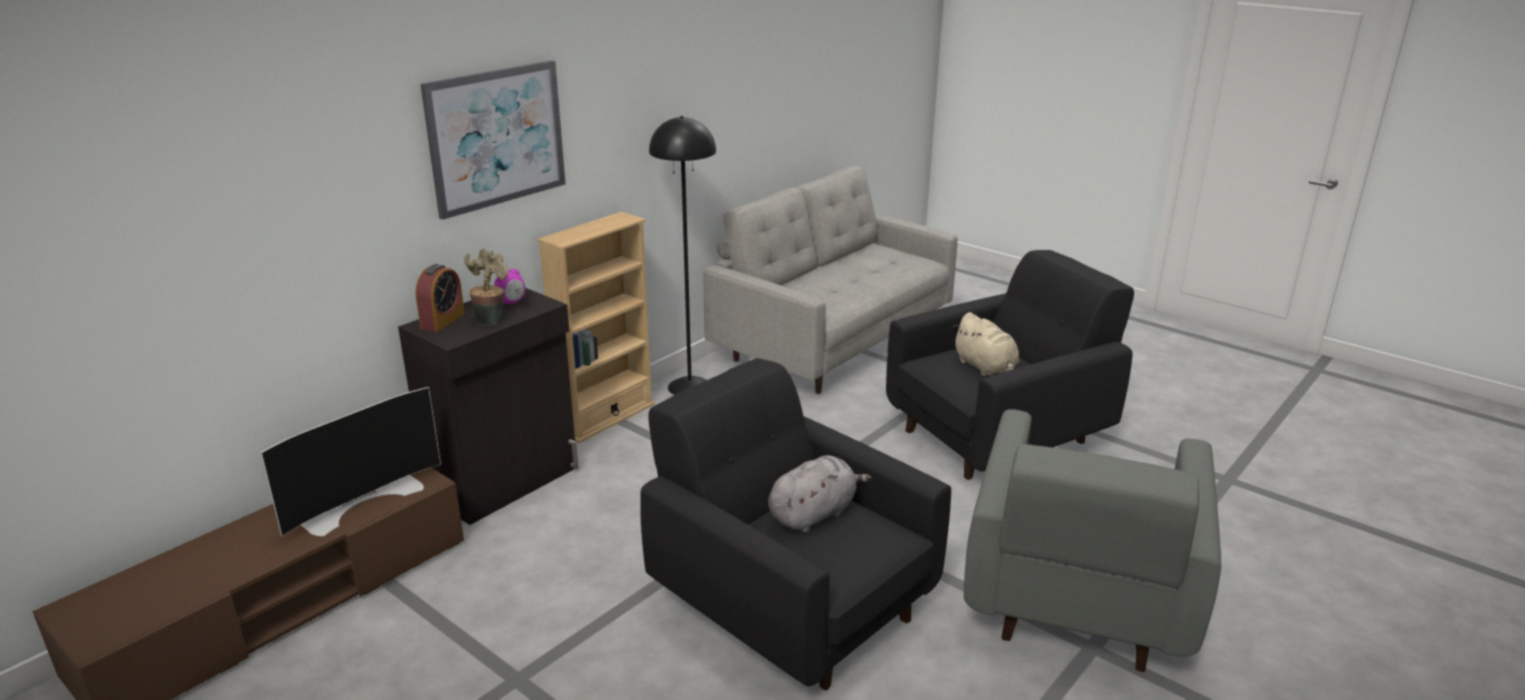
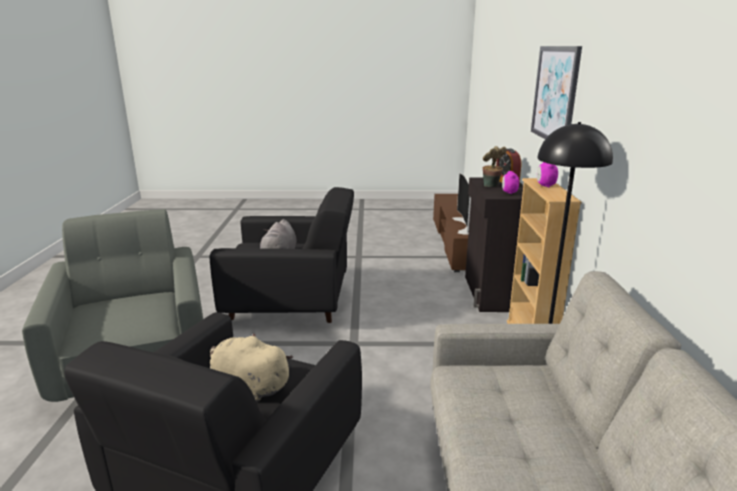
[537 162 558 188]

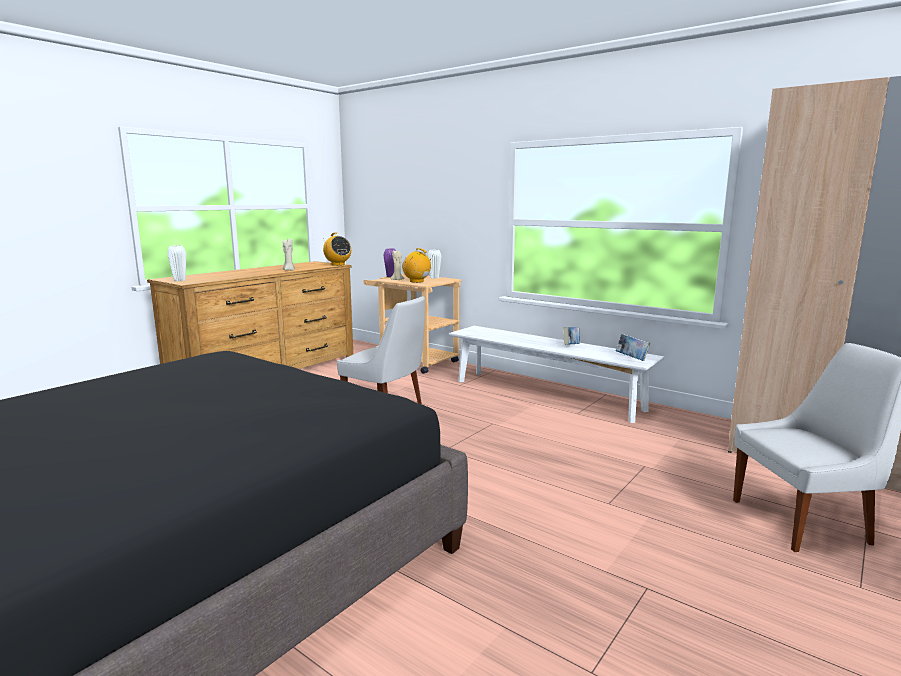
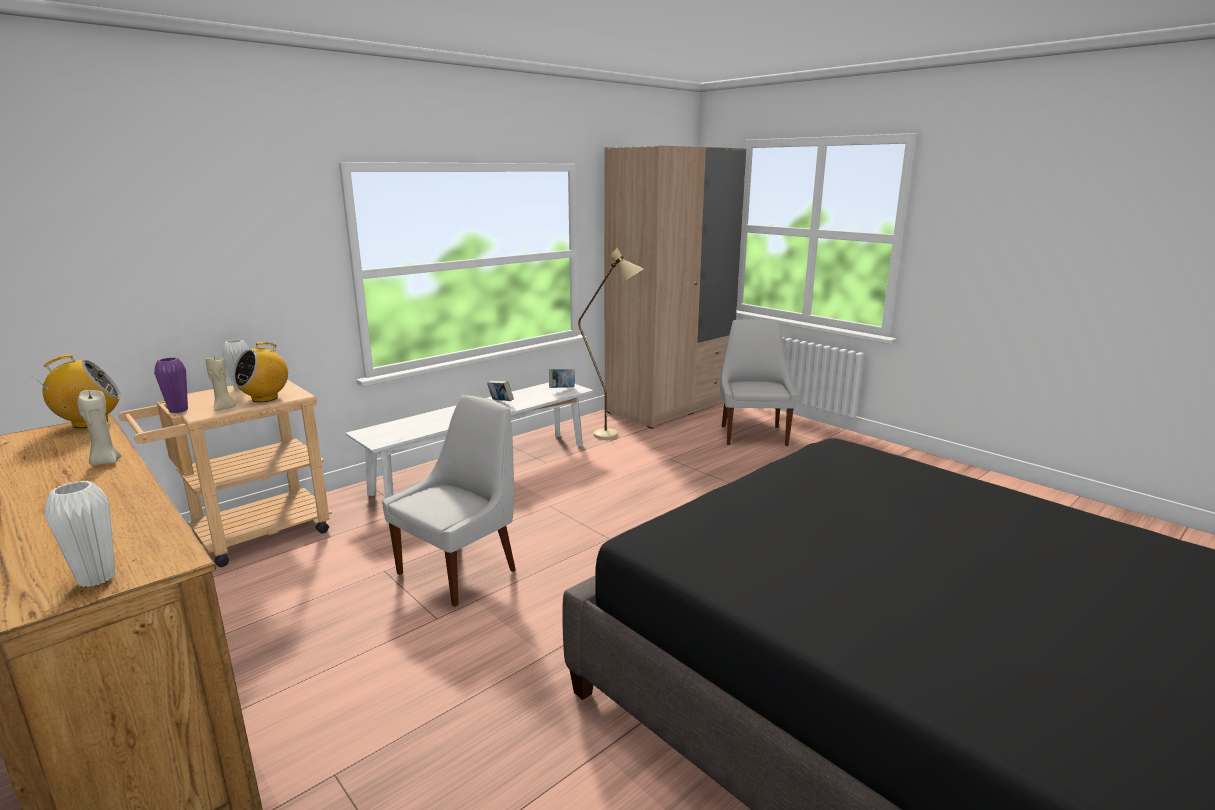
[578 248 644 440]

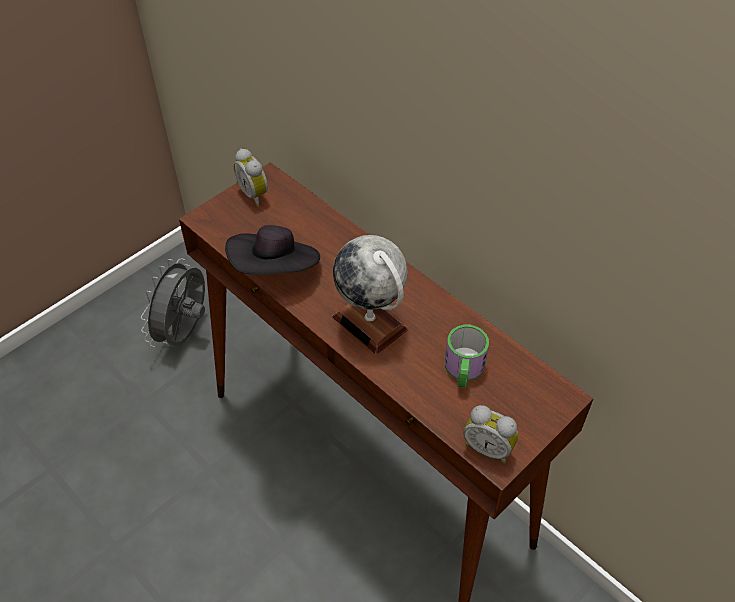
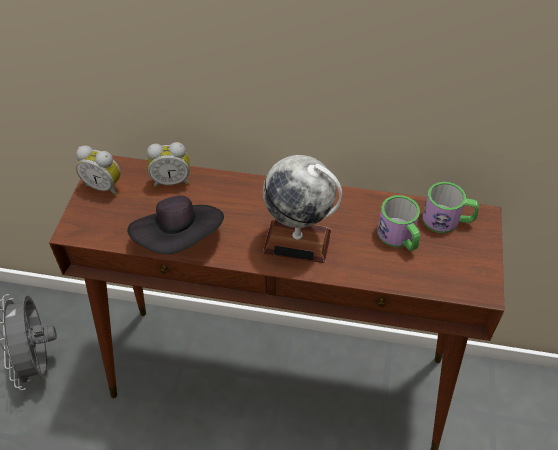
[147 142 190 187]
[422 182 479 233]

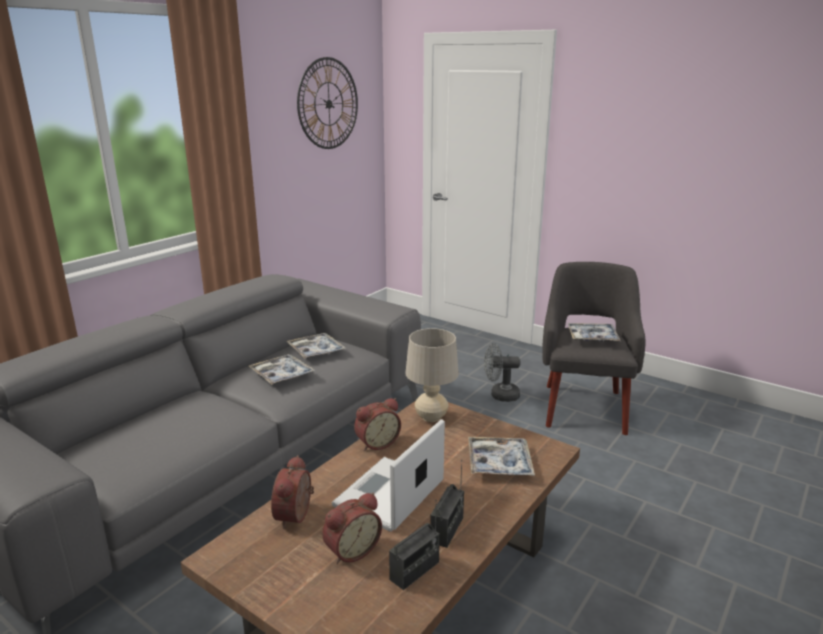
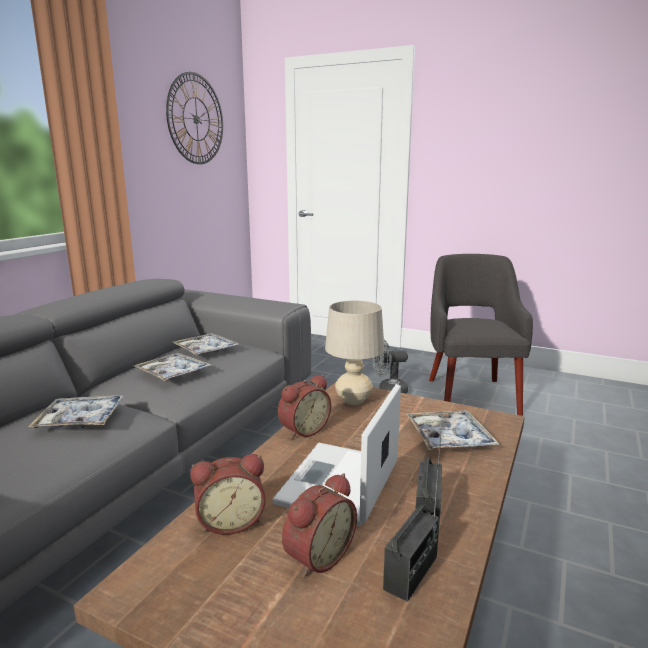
[28 395 124 428]
[190 454 265 535]

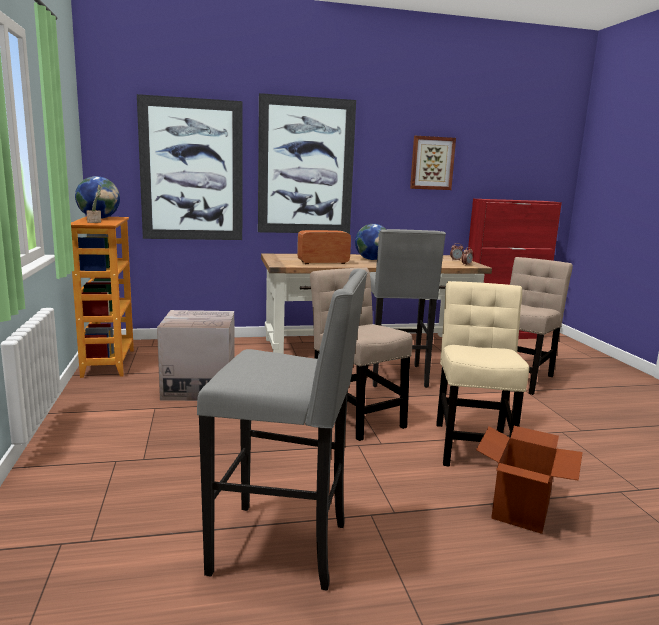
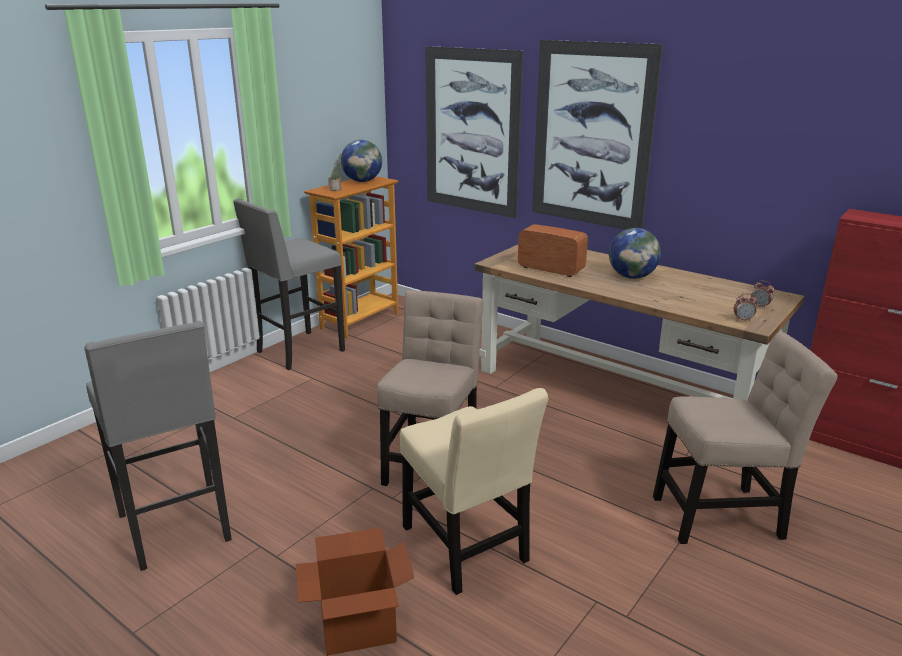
[410 136 456 190] (first image)
[233 199 345 370]
[400 388 548 595]
[157 310 234 401] (first image)

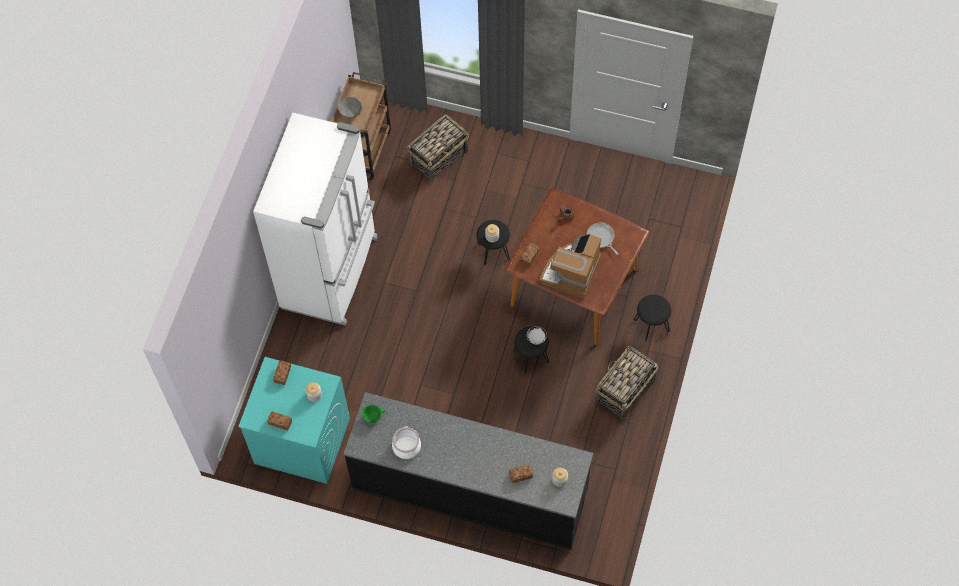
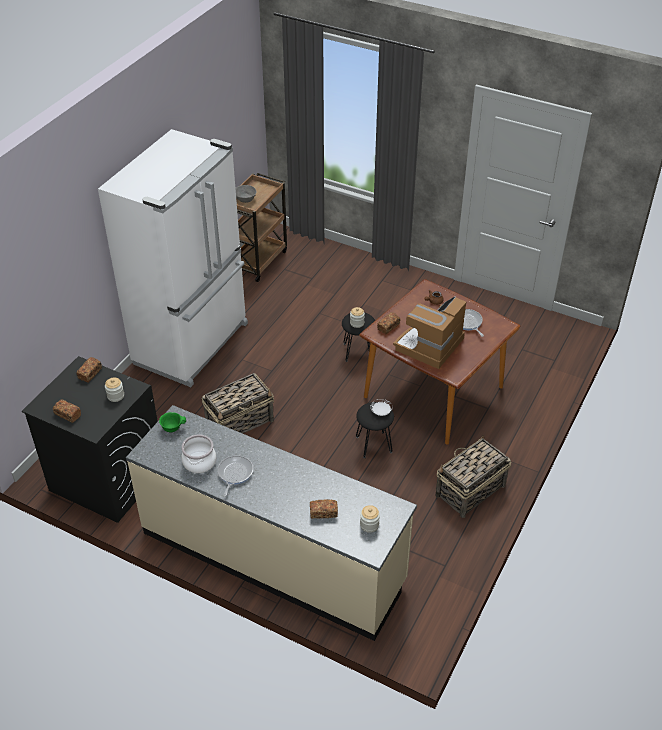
[202 373 274 434]
[633 295 671 342] (first image)
[22 356 158 523]
[126 405 417 641]
[218 455 253 496]

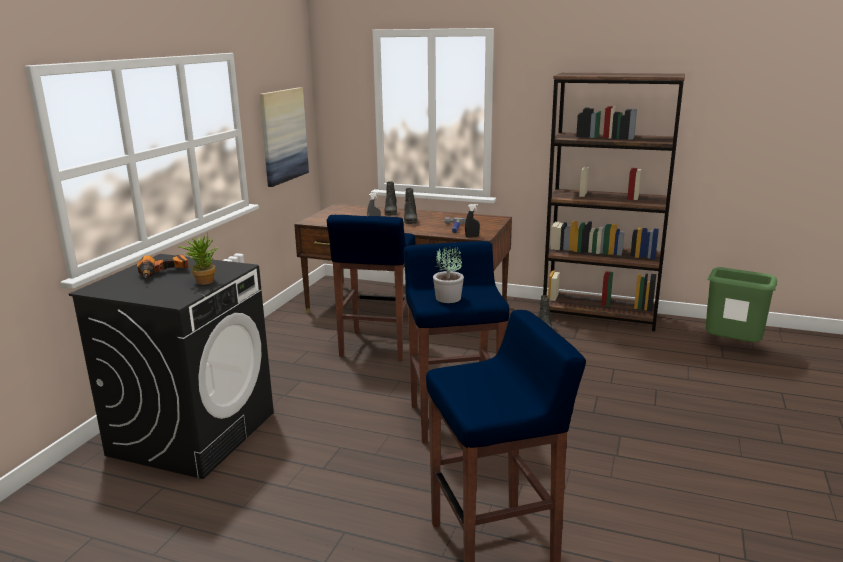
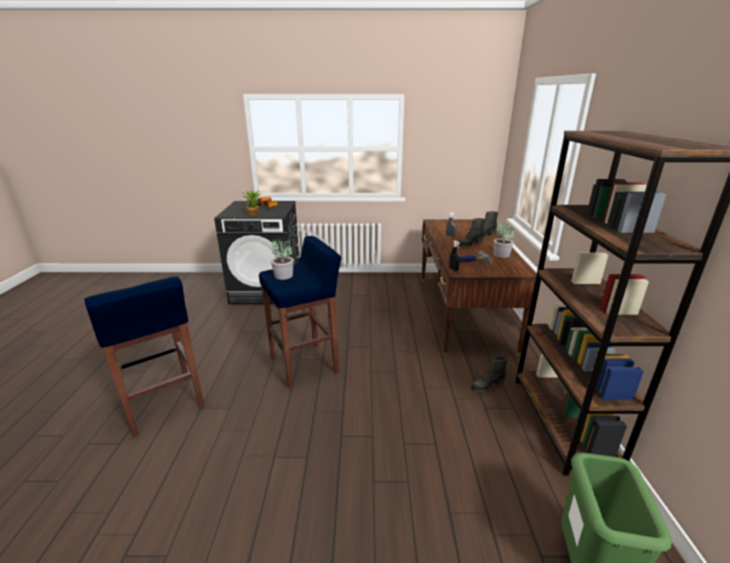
[259 87 309 187] (first image)
[327 215 415 361] (first image)
[494 222 514 258]

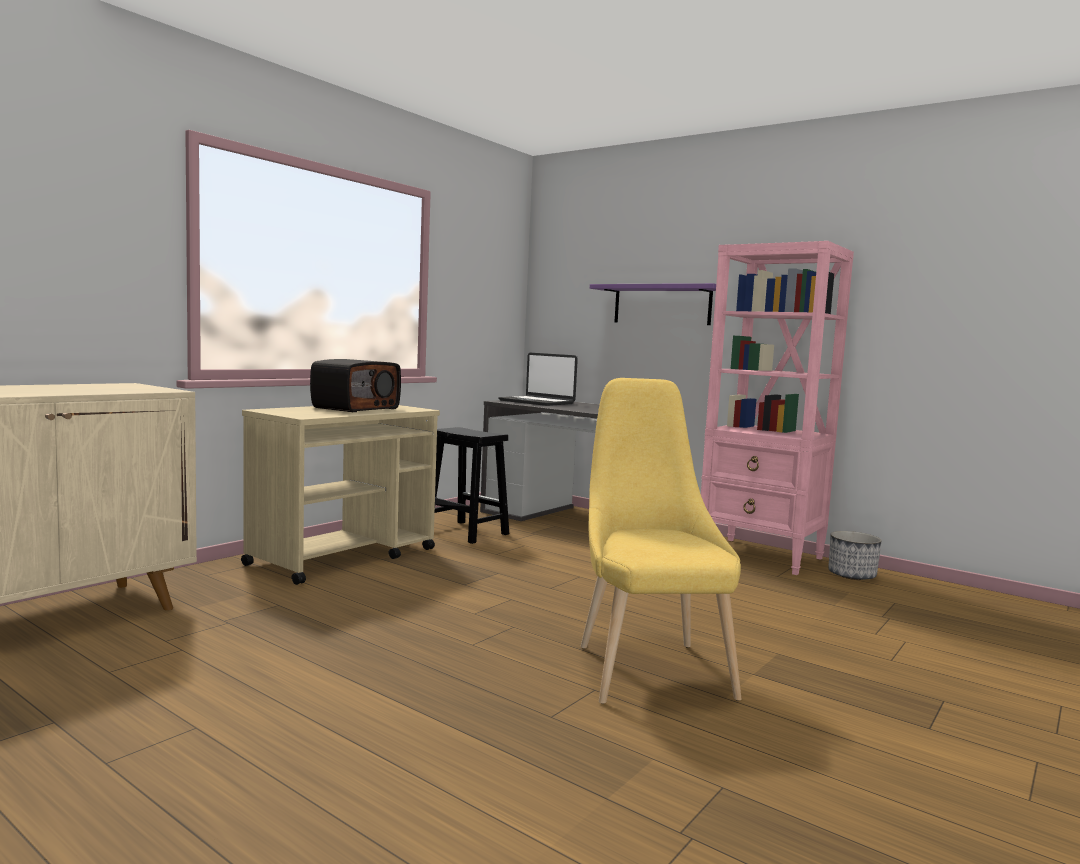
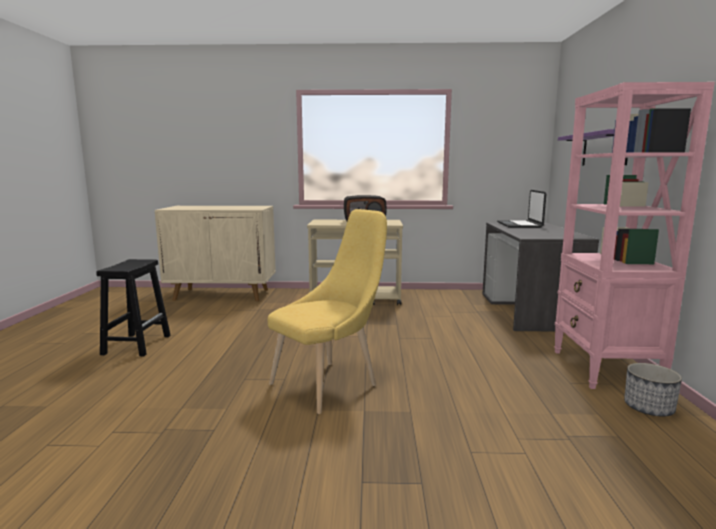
[96 259 171 356]

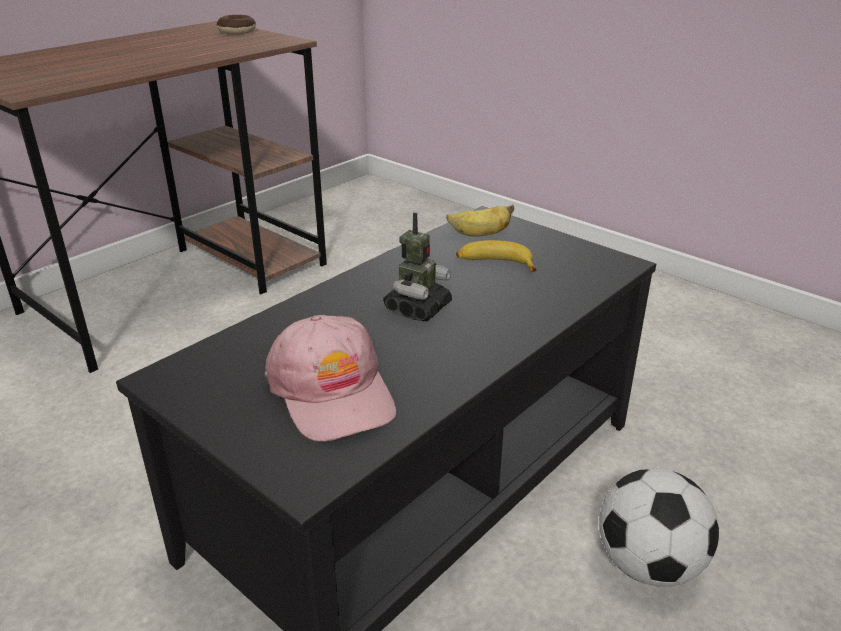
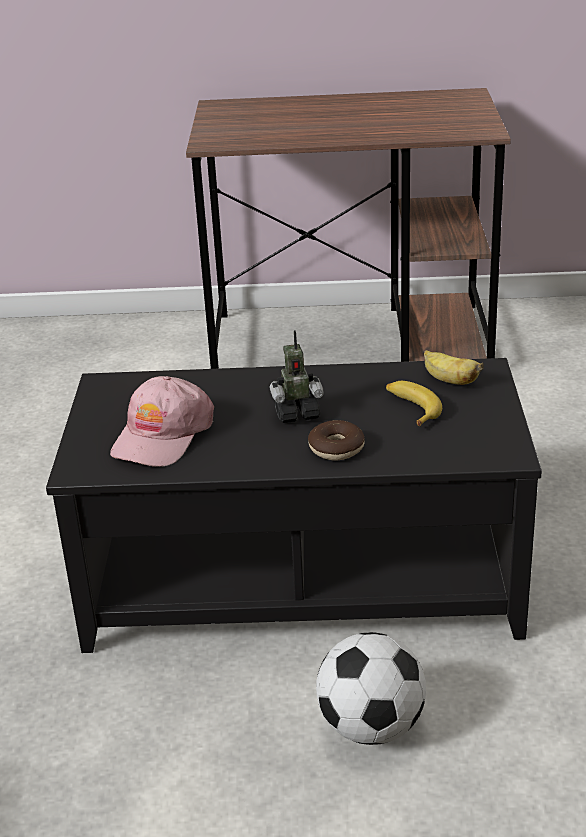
[308 420 365 461]

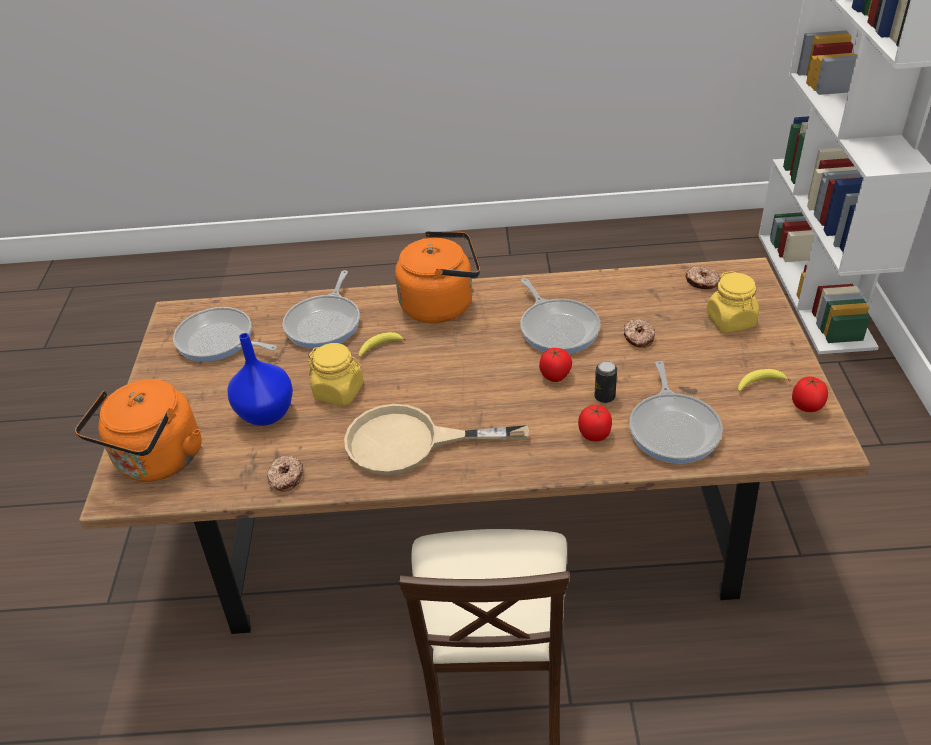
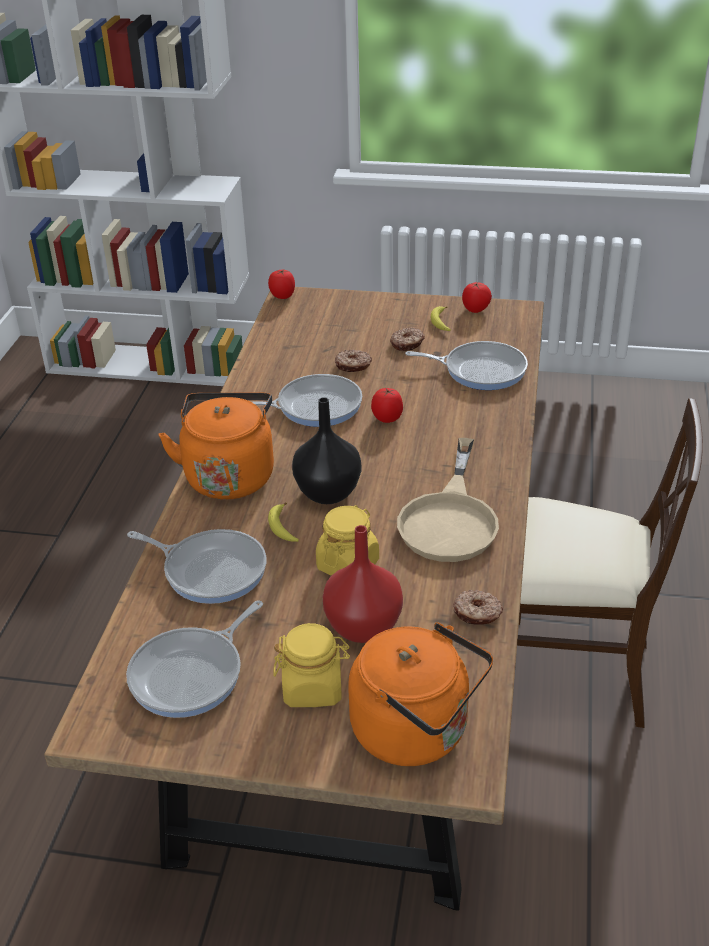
[390 328 425 351]
[273 623 350 707]
[323 525 403 643]
[594 361 617 403] (first image)
[268 269 295 299]
[292 397 361 504]

